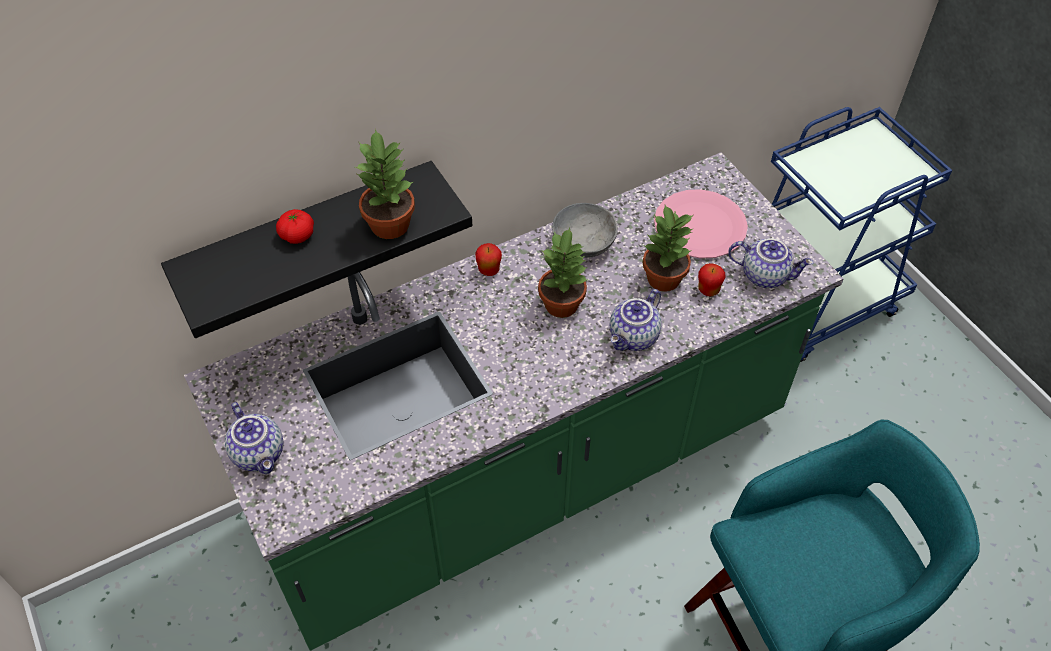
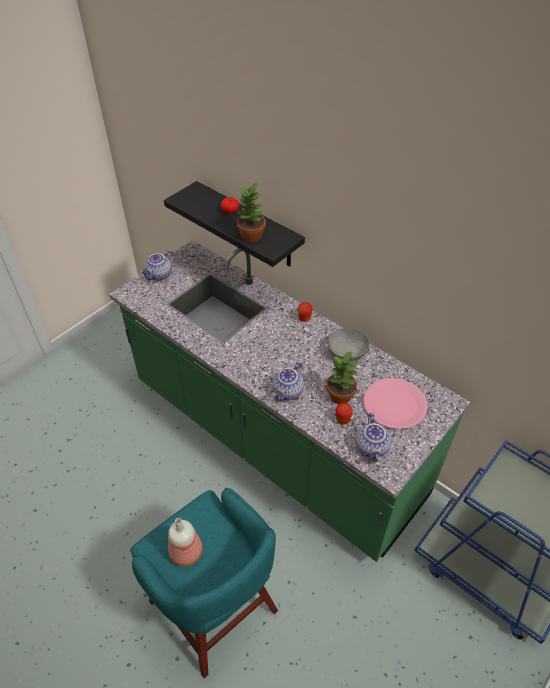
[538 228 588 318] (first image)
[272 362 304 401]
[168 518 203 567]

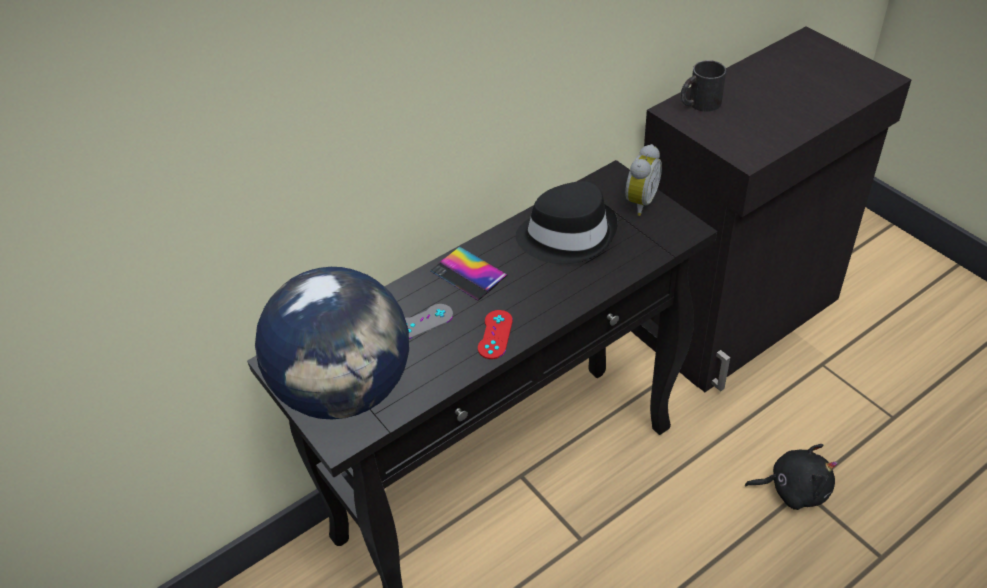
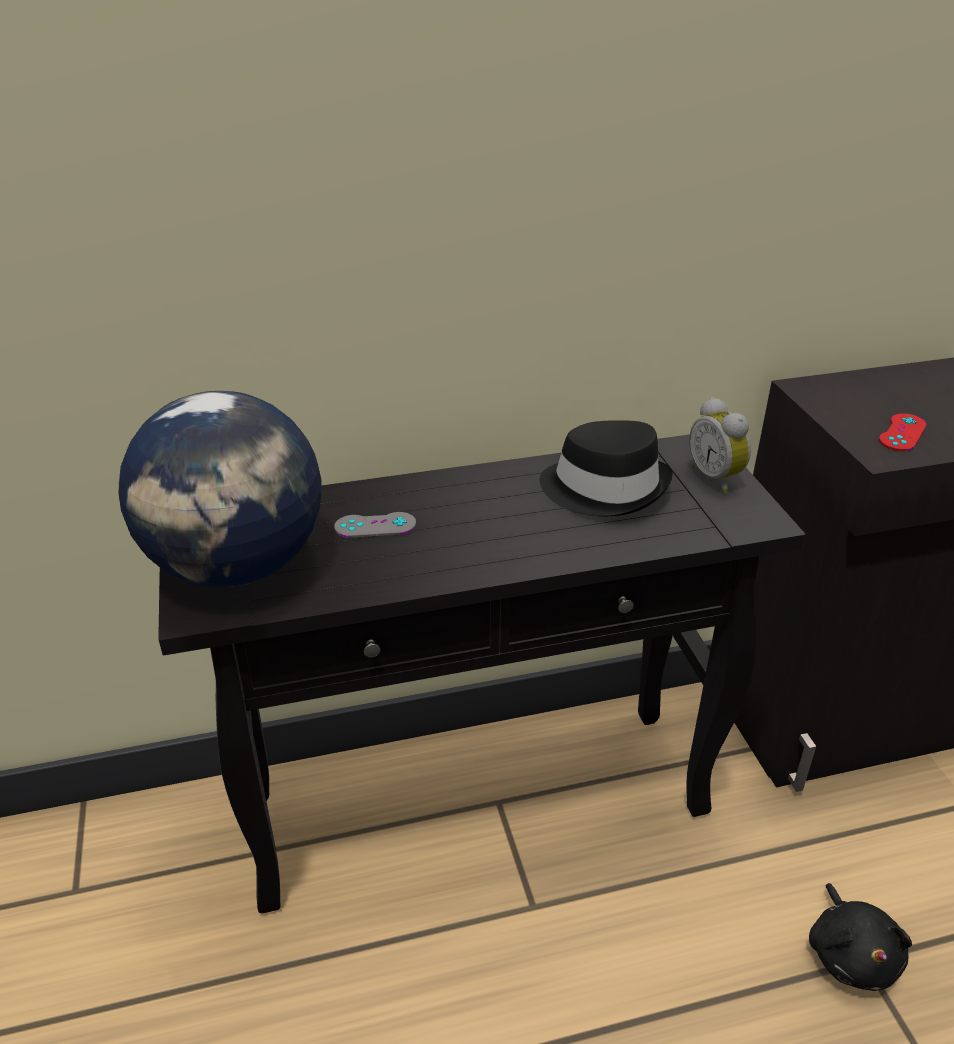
[681 60 726 112] (first image)
[689 397 751 493]
[430 246 508 301] (first image)
[879 414 927 451]
[809 883 912 991]

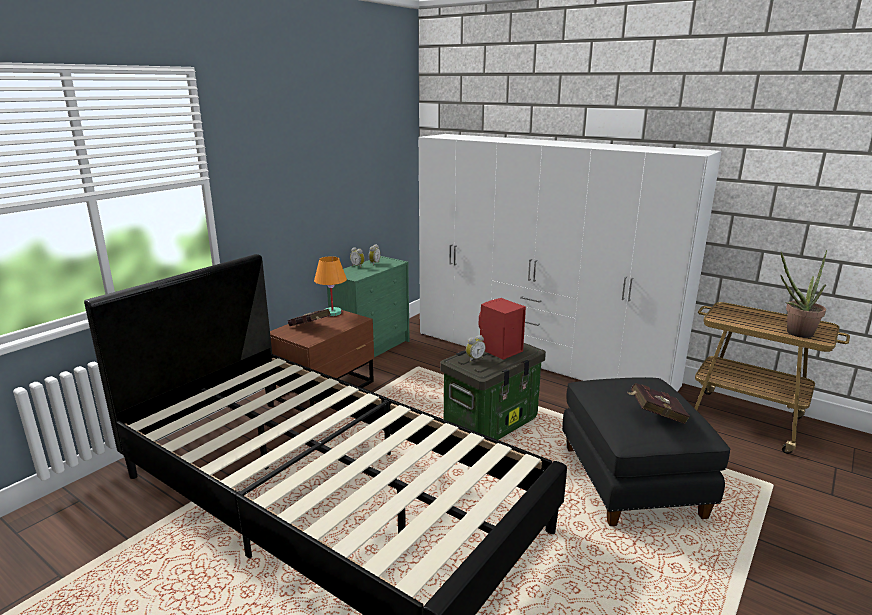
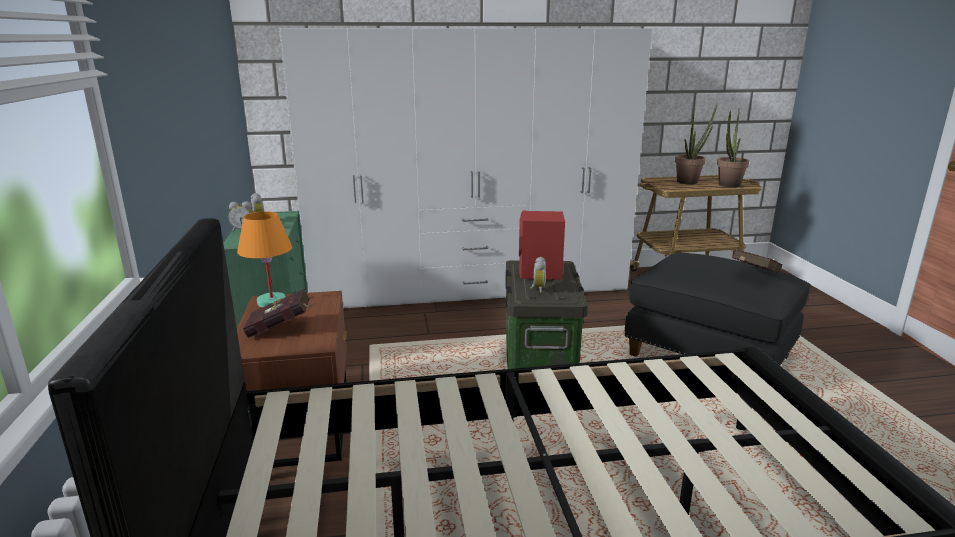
[675 103 718 184]

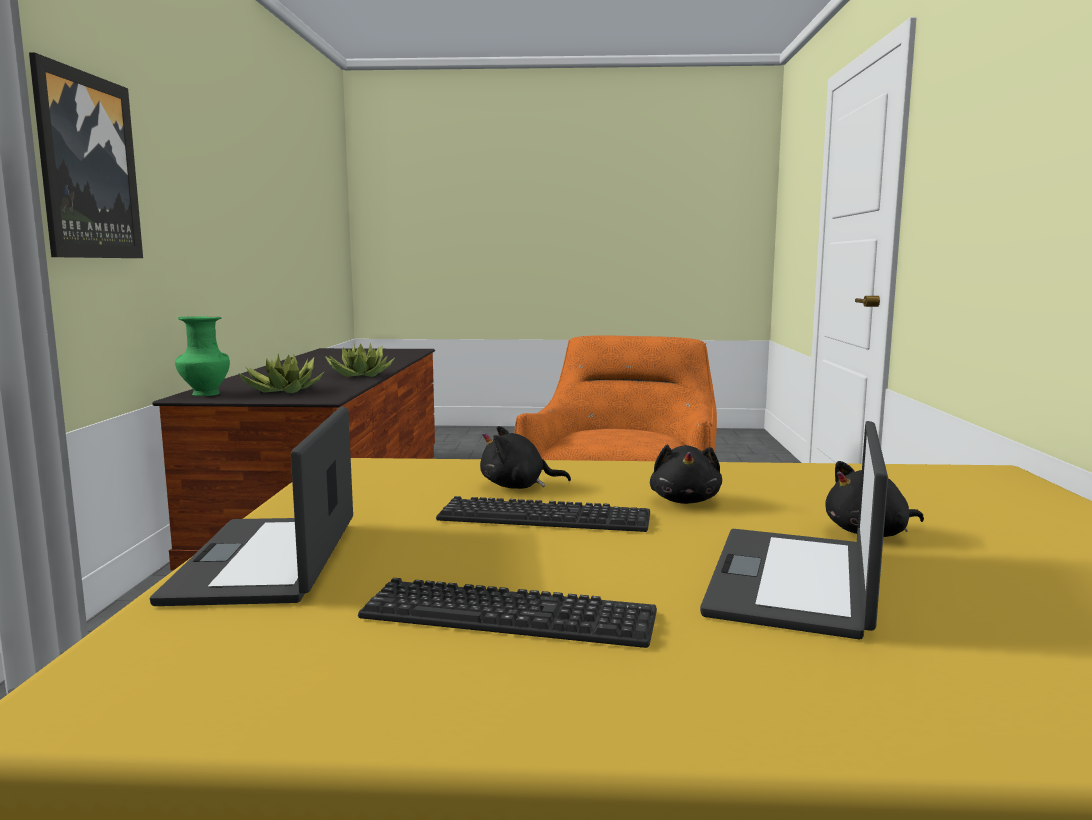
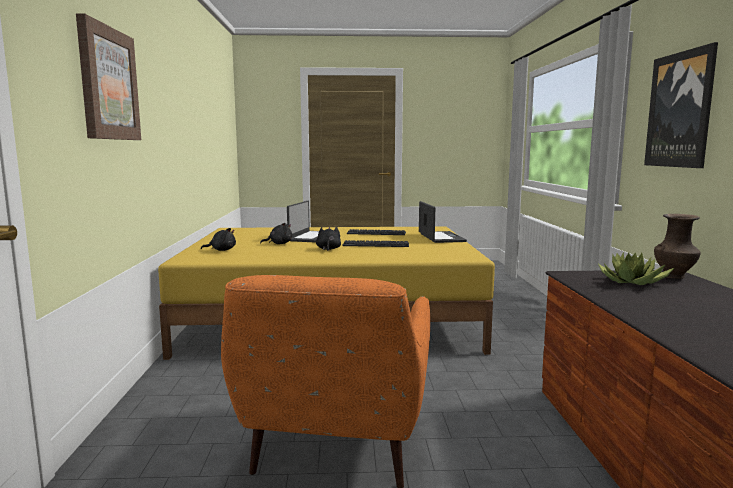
[654 214 701 279]
[325 343 395 377] (first image)
[201 228 236 251]
[76 13 141 140]

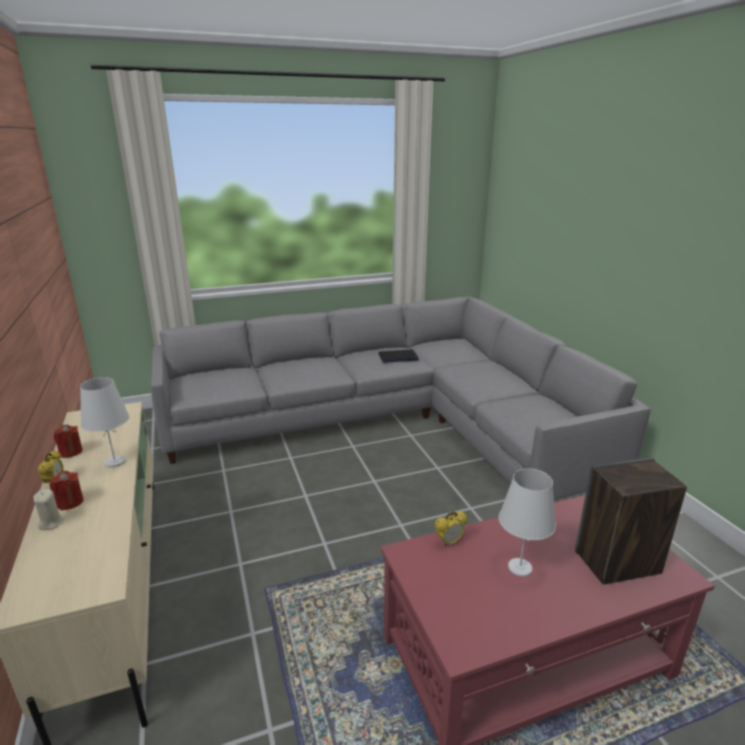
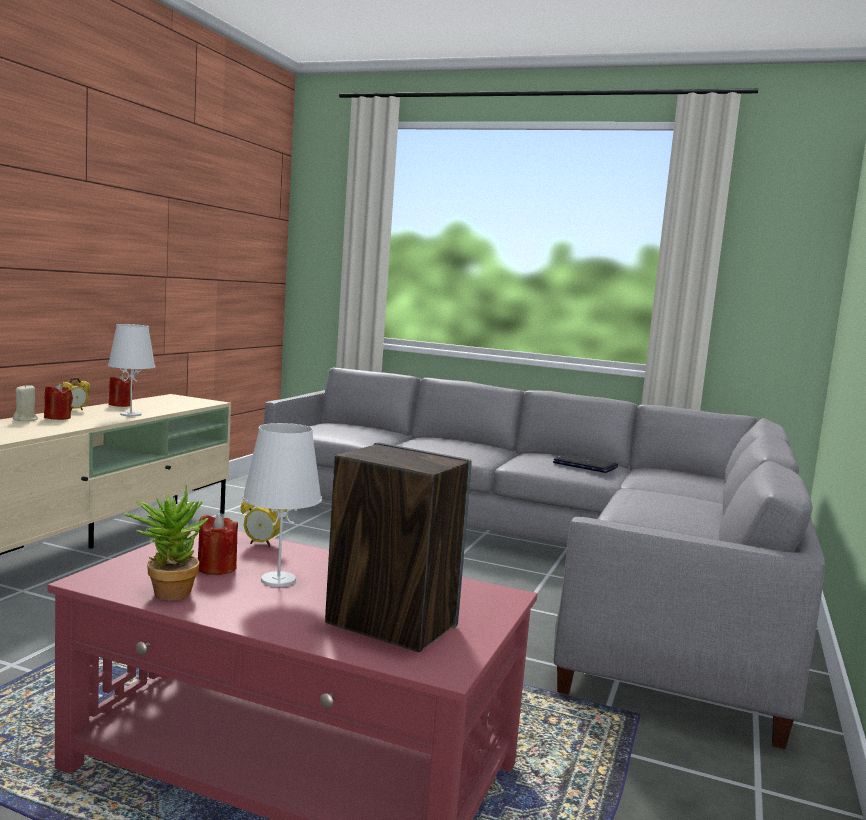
[123 486 209 600]
[198 514 238 575]

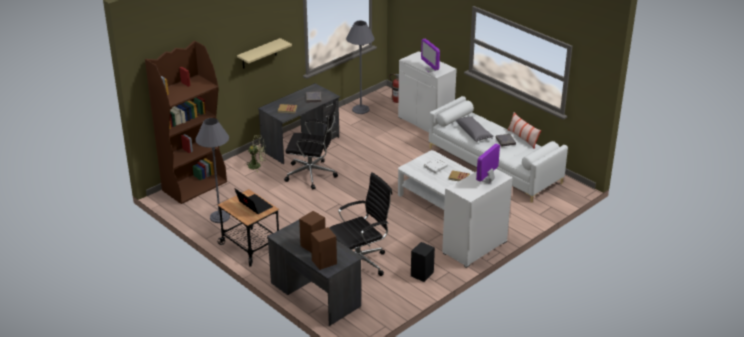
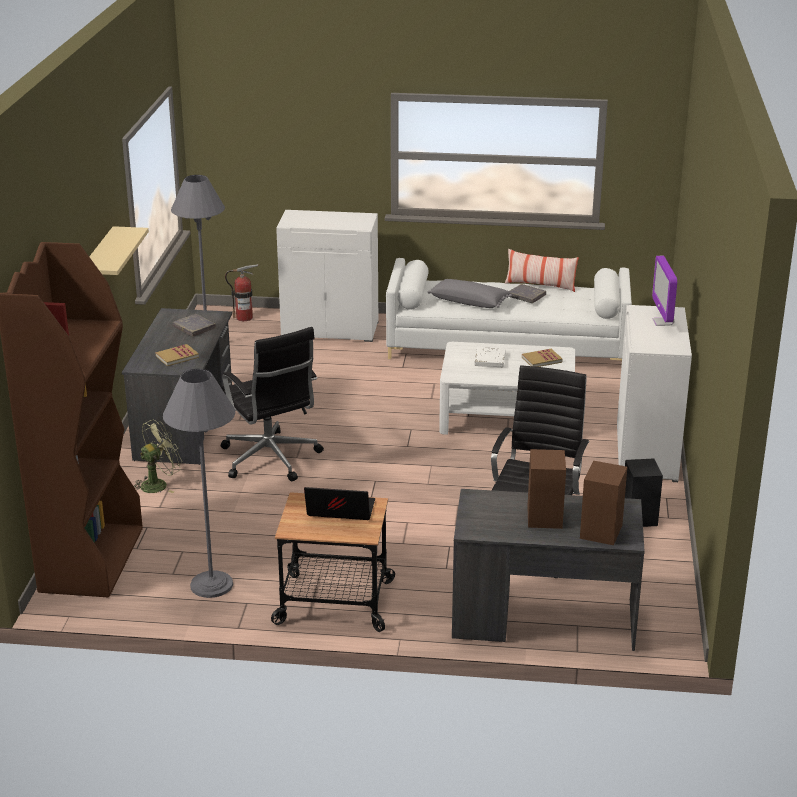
[421 38 440 72] (first image)
[221 327 324 481]

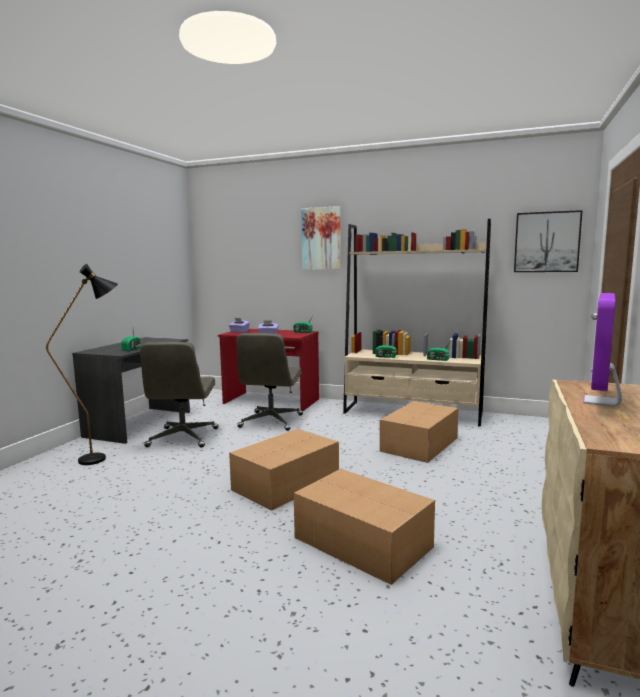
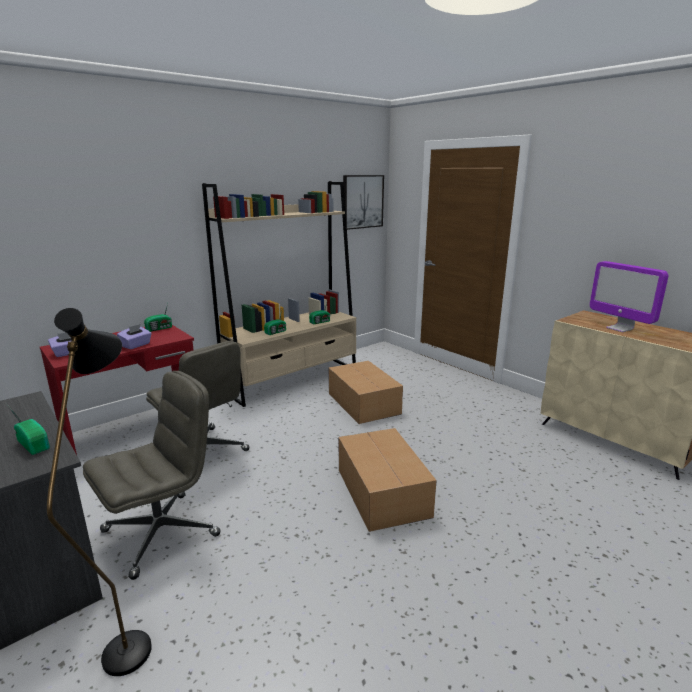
[301 206 341 270] (first image)
[83 371 220 580]
[294 469 435 585] (first image)

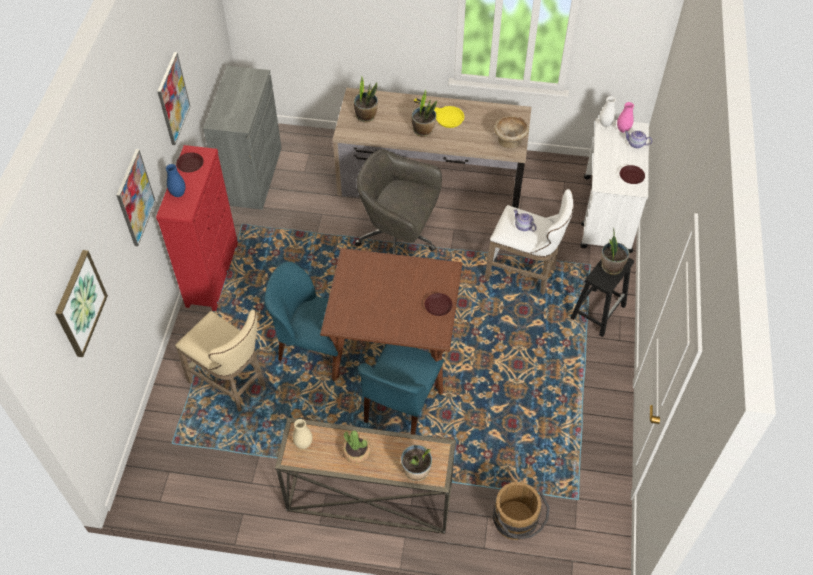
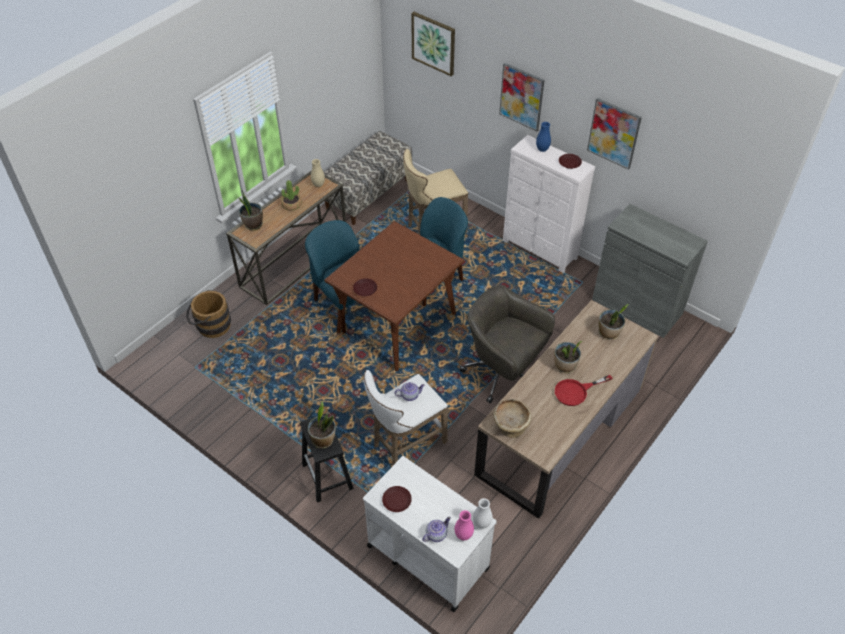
[555 375 612 406]
[503 135 595 273]
[460 285 555 403]
[324 131 412 225]

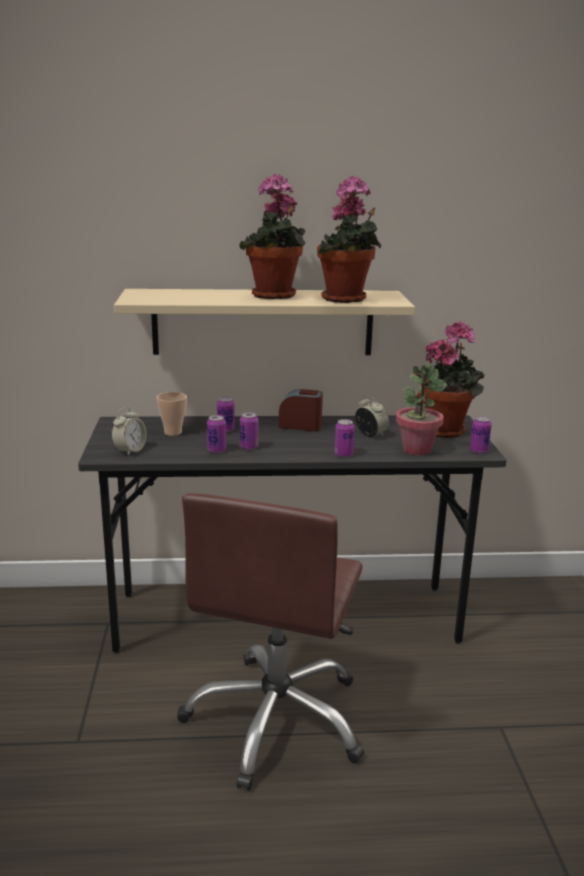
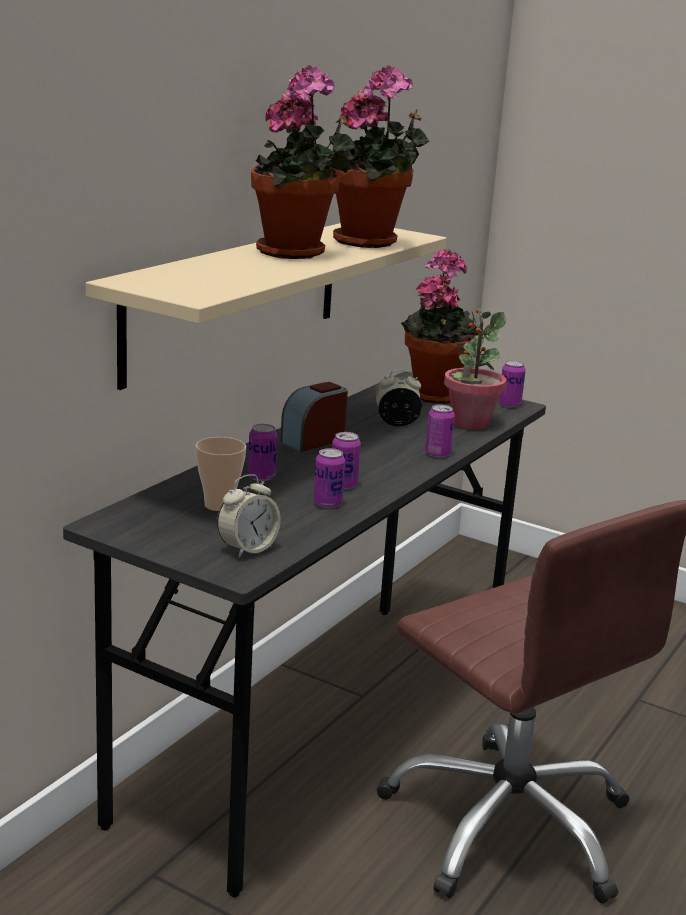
[217 474 281 558]

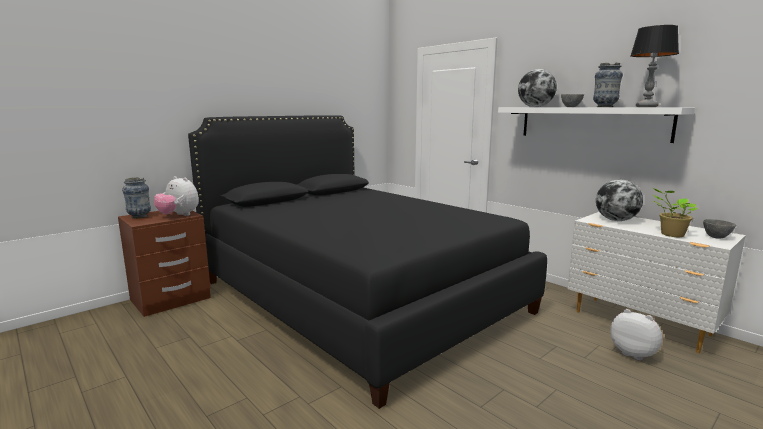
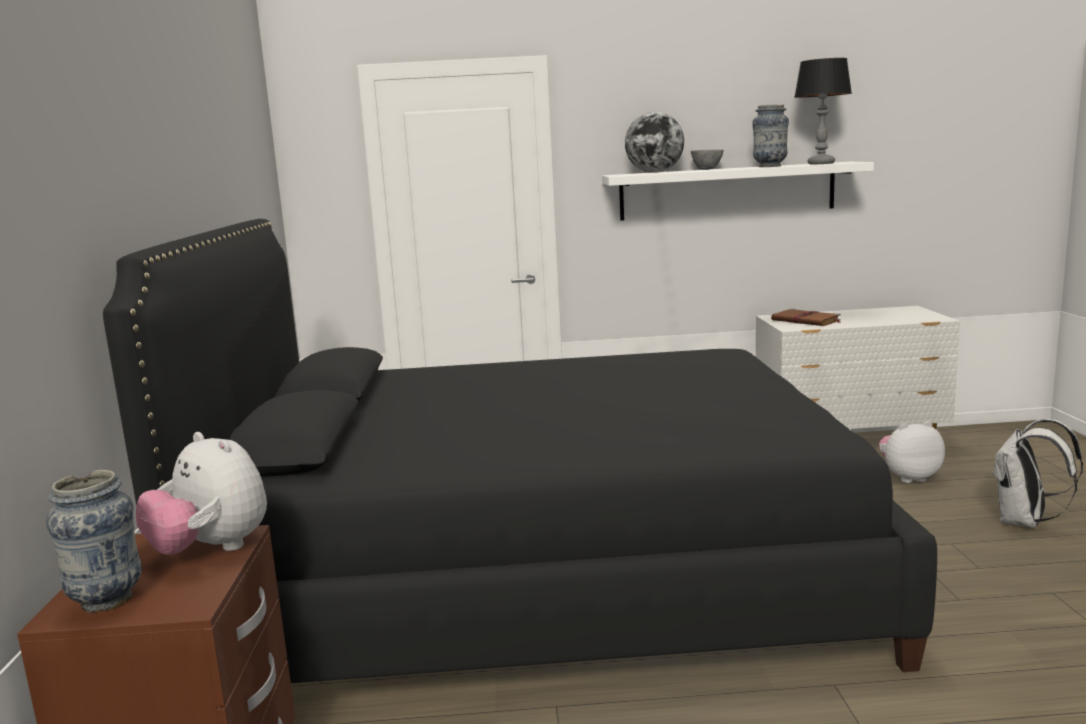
[136 432 267 555]
[771 309 841 326]
[653 188 697 237] (first image)
[703 219 736 239] (first image)
[992 419 1083 528]

